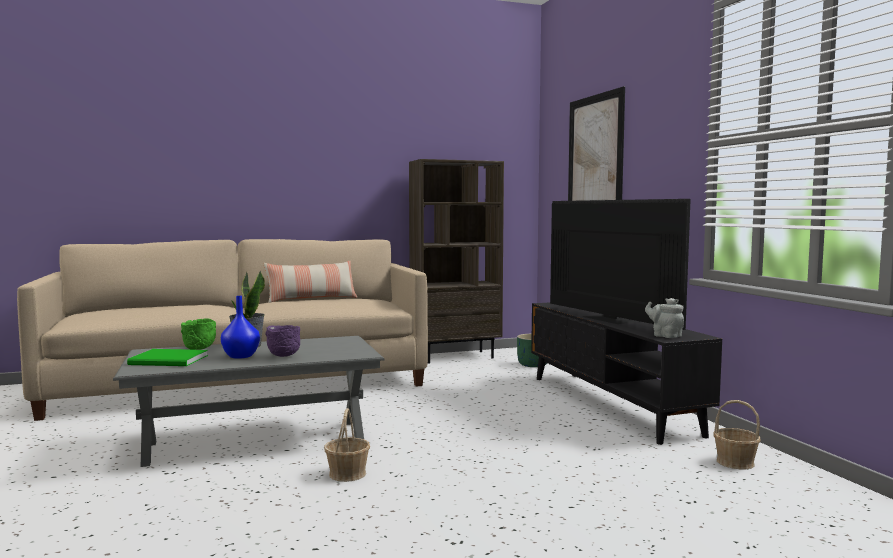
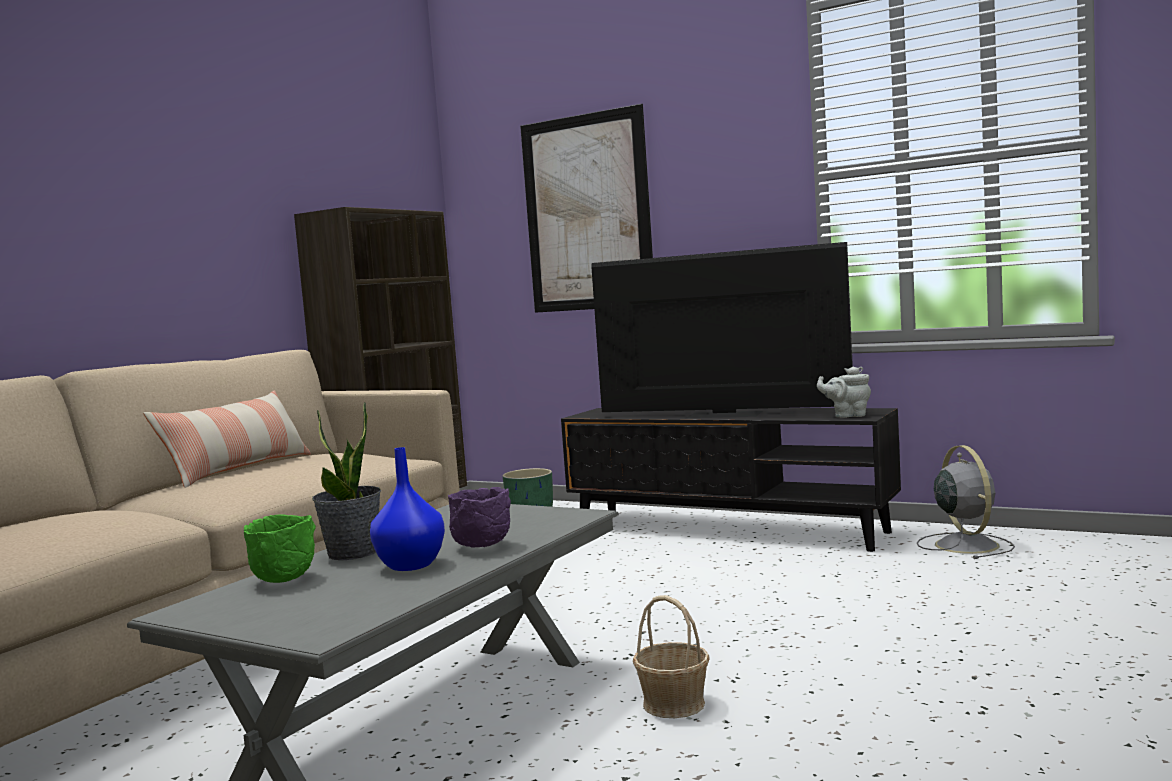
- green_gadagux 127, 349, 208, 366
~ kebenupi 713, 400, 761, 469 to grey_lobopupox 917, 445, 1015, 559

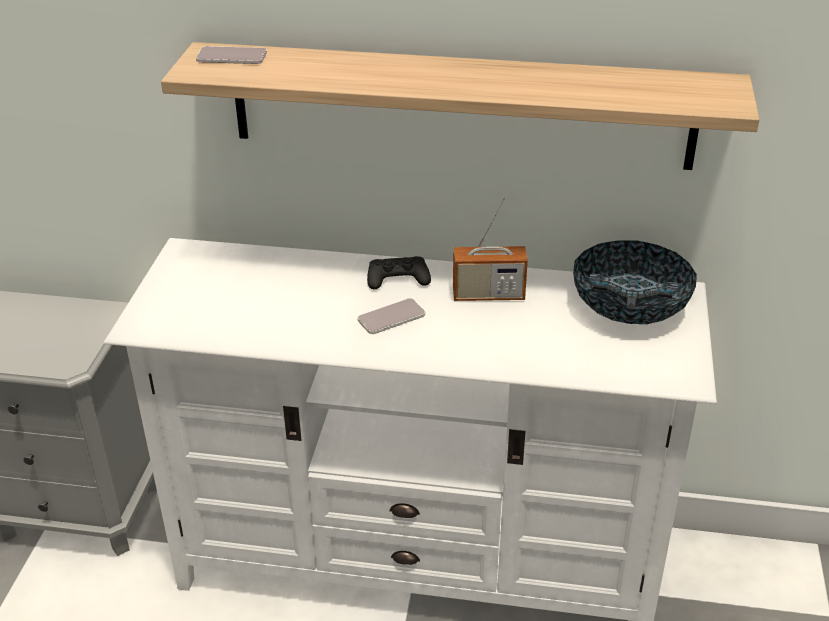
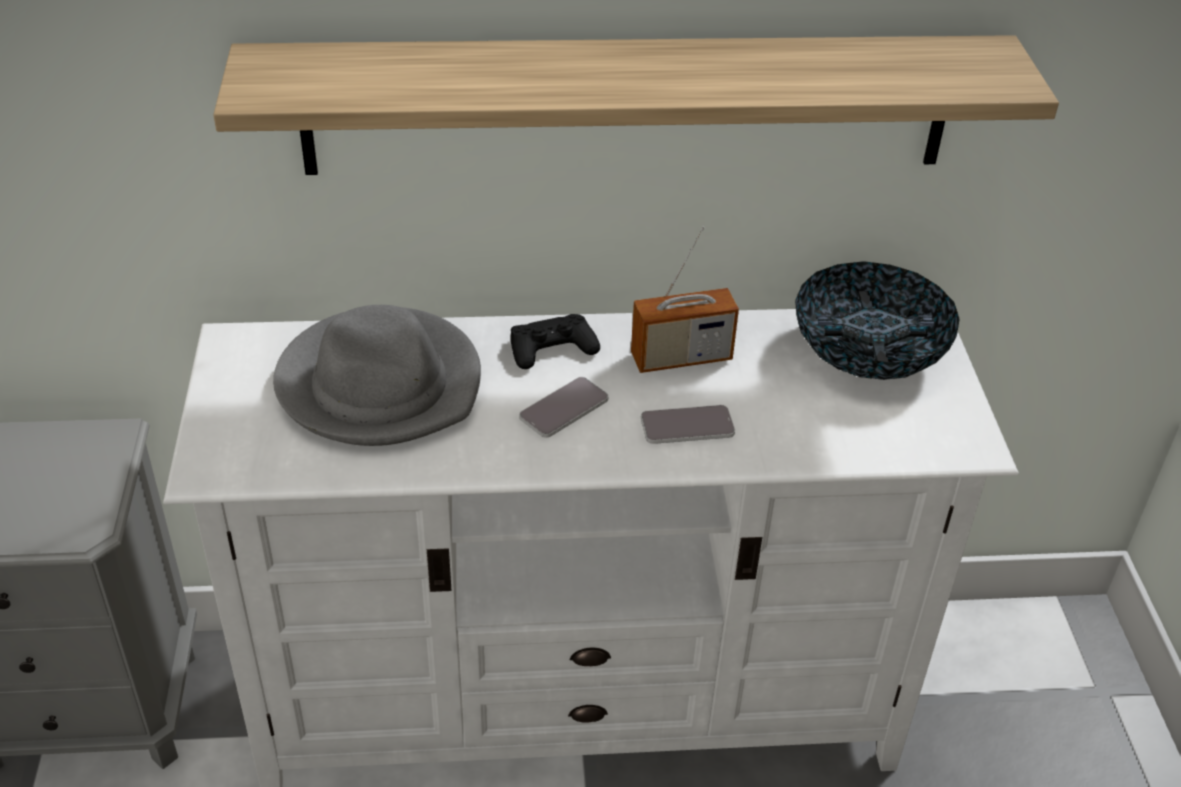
~ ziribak 196, 46, 267, 64 to 641, 405, 735, 444
+ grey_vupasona 273, 305, 481, 446

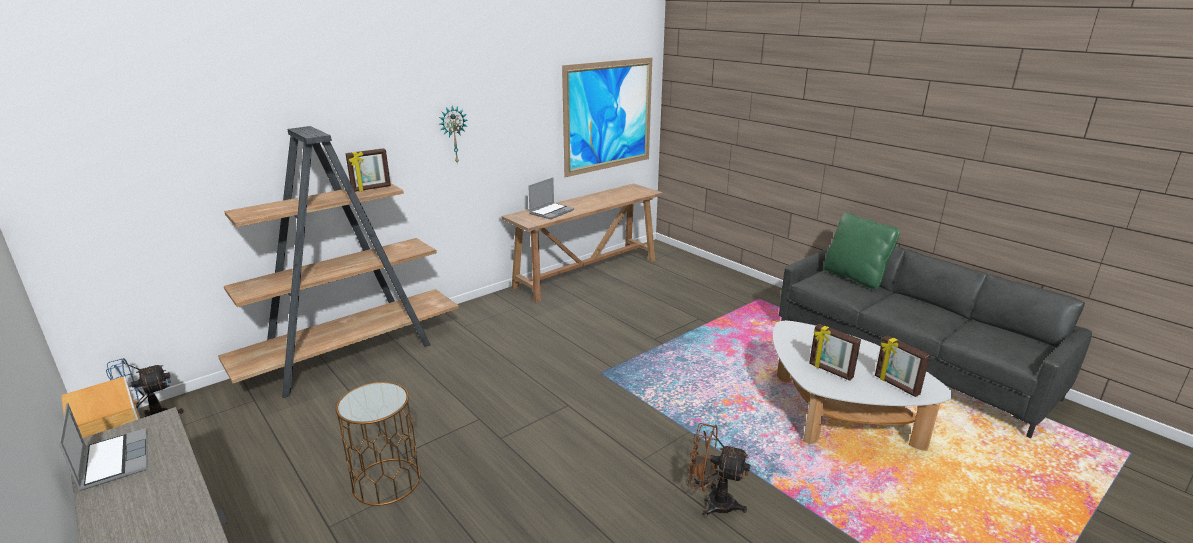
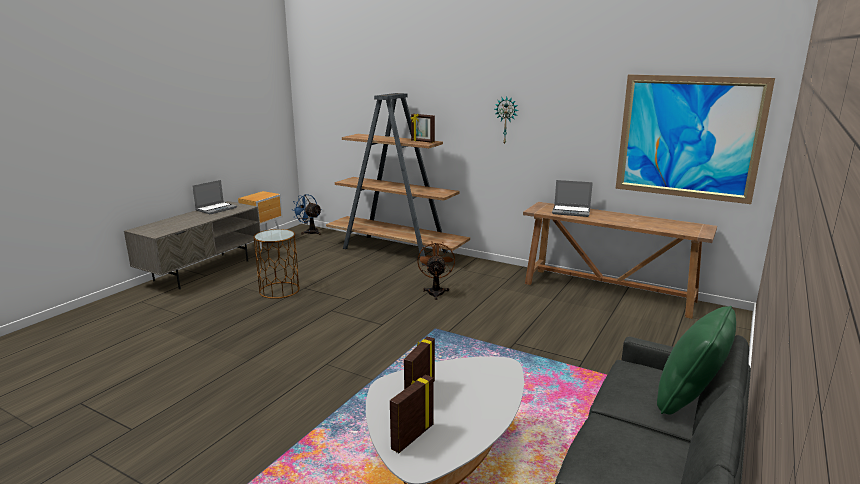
~ brown_lobopupox 687, 423, 750, 518 to 417, 243, 455, 300

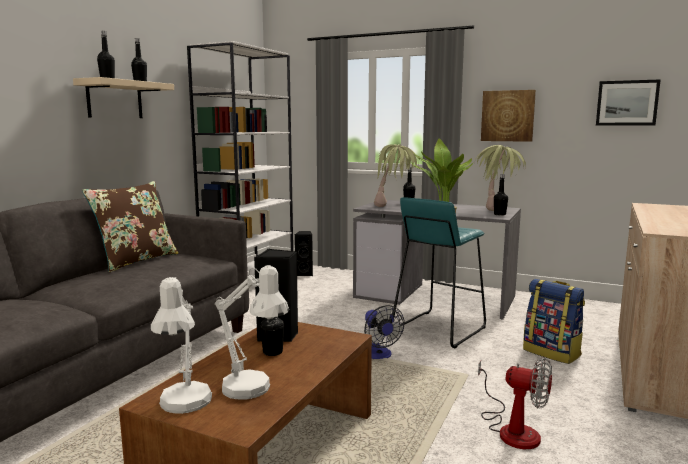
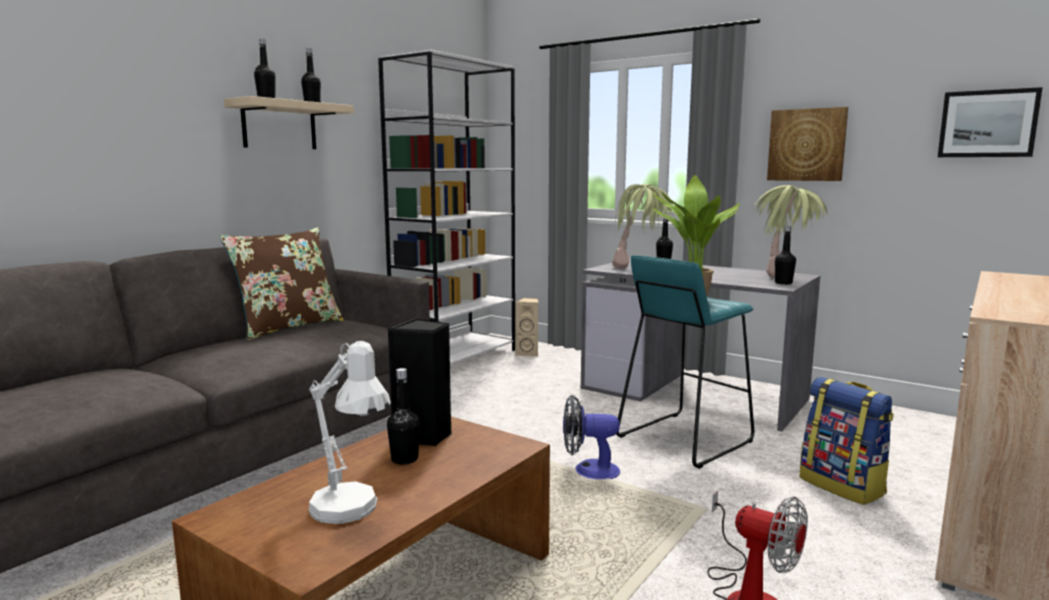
- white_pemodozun 151, 277, 212, 414
~ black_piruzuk 295, 231, 313, 276 to beige_piruzuk 515, 298, 538, 357
~ lobopupox 364, 305, 405, 359 = 563, 395, 620, 479 105 degrees clockwise

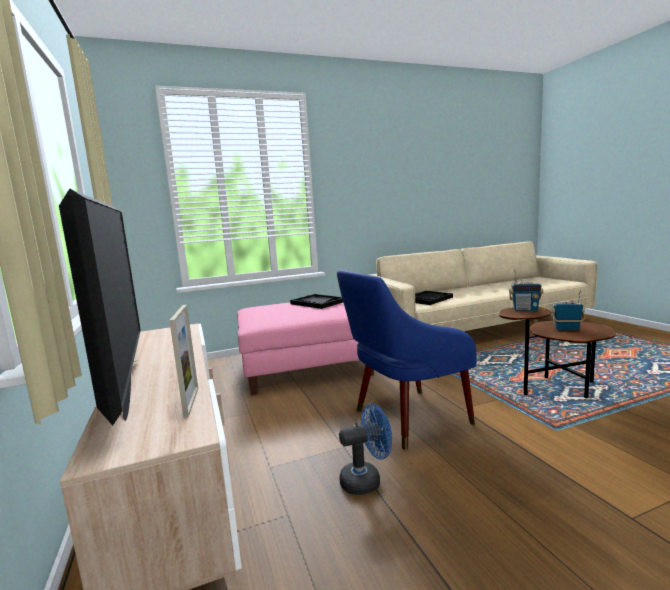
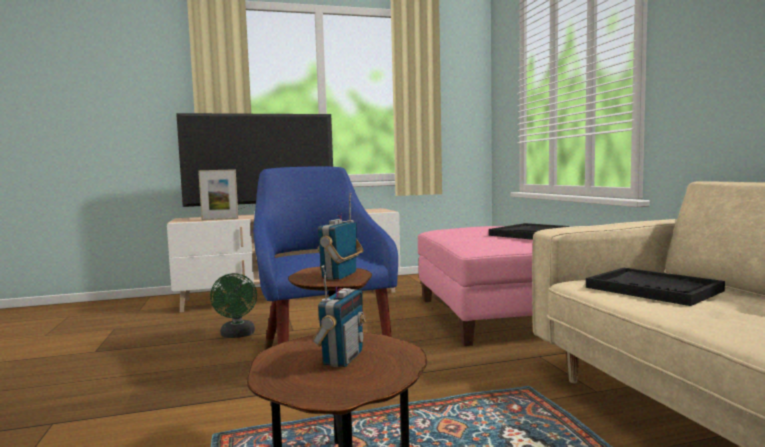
~ blue_lobopupox 339, 404, 392, 495 to green_lobopupox 210, 273, 257, 338

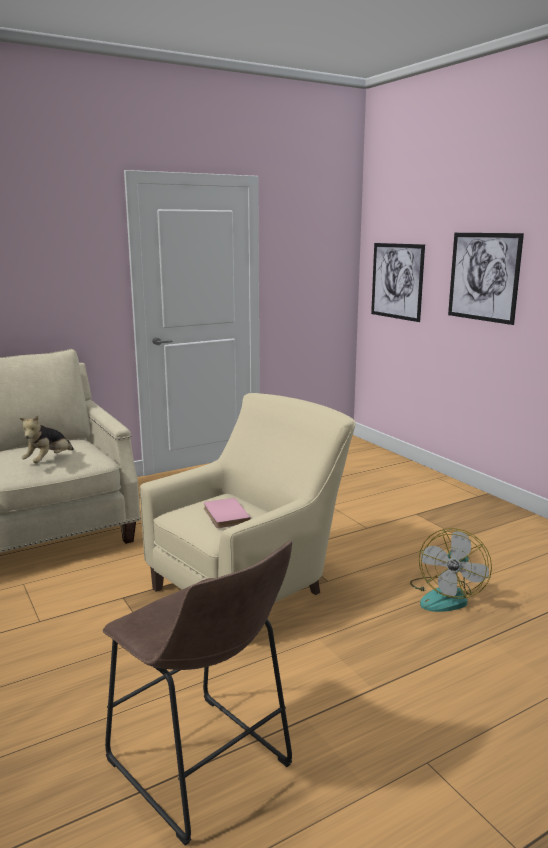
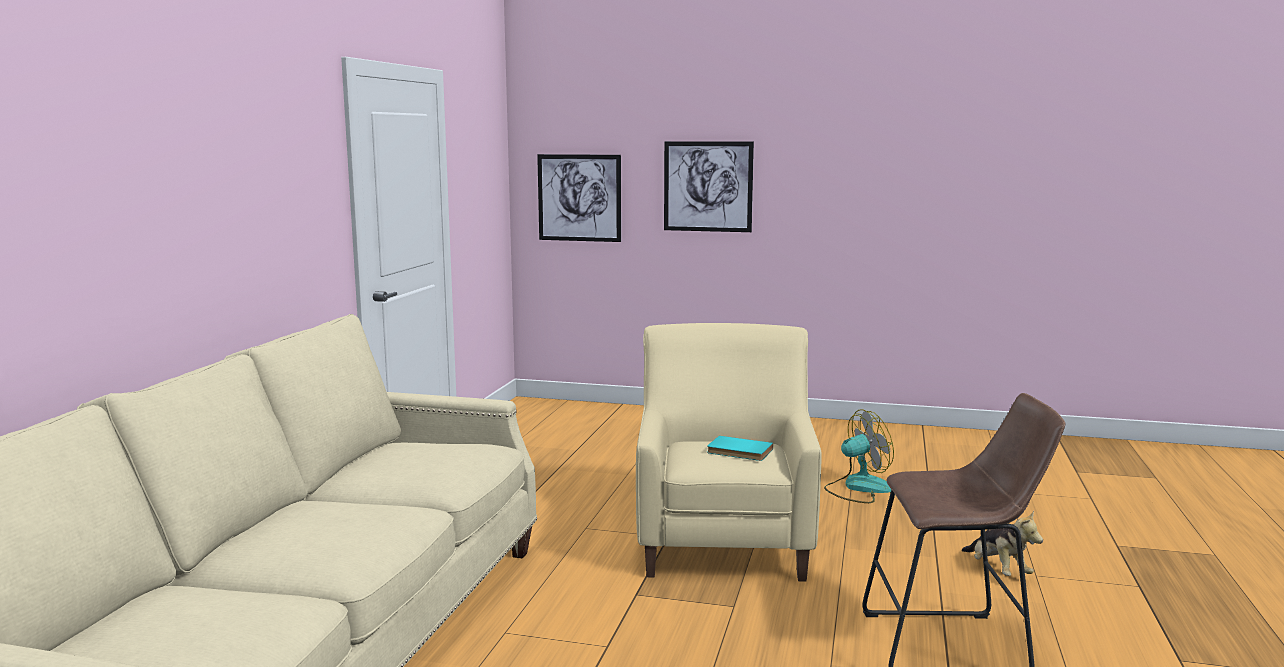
~ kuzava 19, 415, 74, 463 to 962, 510, 1043, 576
~ pink_gadagux 204, 498, 251, 528 to turquoise_gadagux 707, 436, 773, 461
~ lobopupox 410, 528, 492, 612 = 824, 410, 894, 503 90 degrees counterclockwise

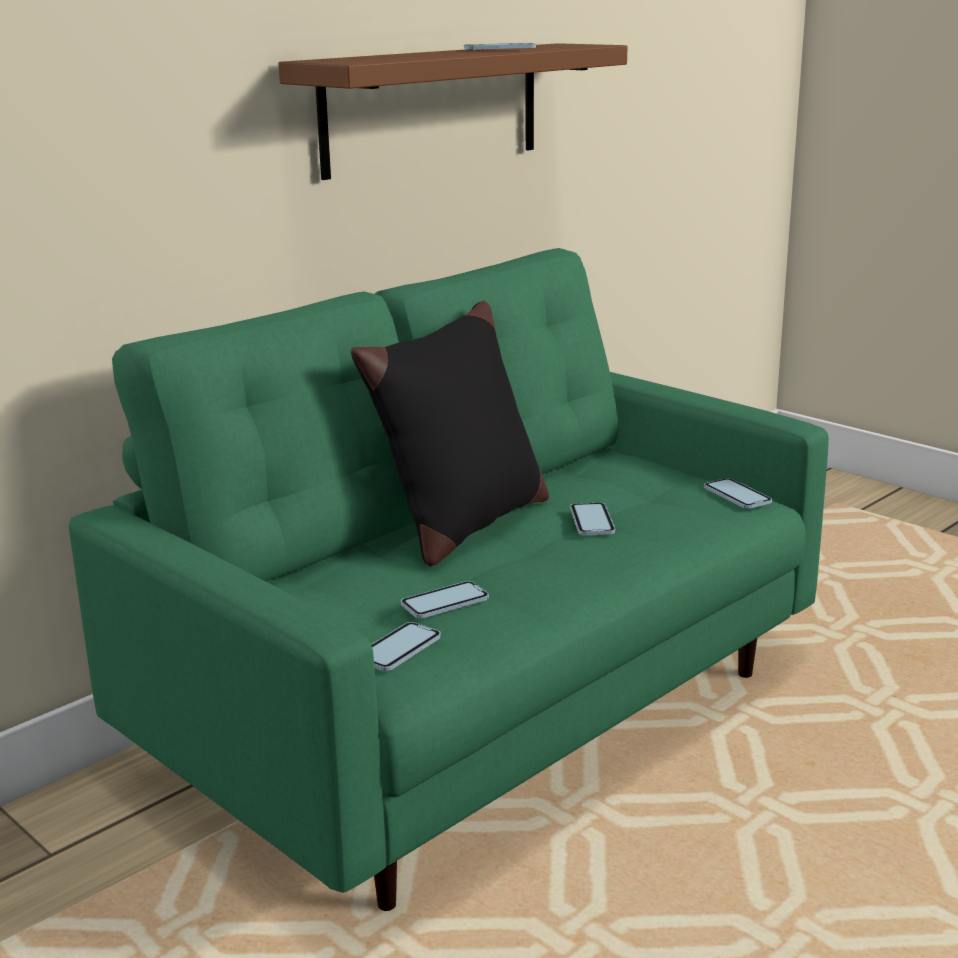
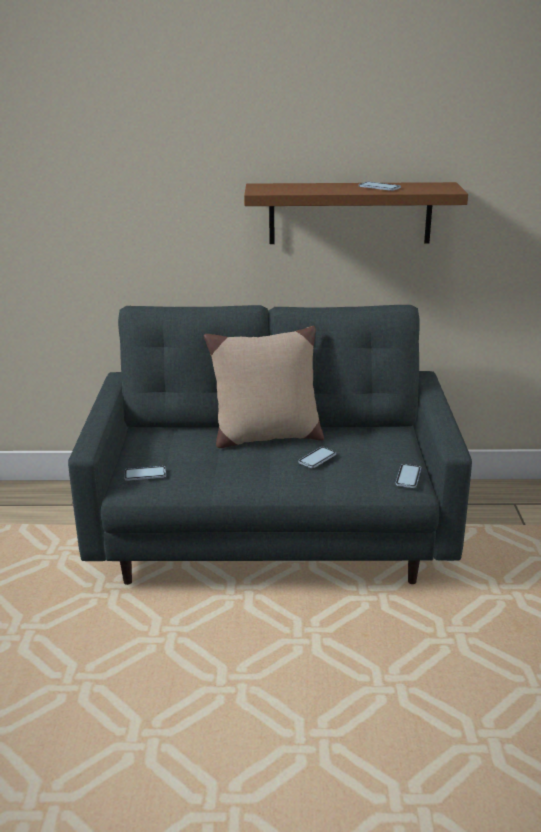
~ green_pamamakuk 69, 248, 829, 911 to grey_pamamakuk 68, 305, 472, 585
~ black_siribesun 351, 301, 549, 566 to beige_siribesun 204, 326, 324, 448
- ziribak 401, 581, 489, 619

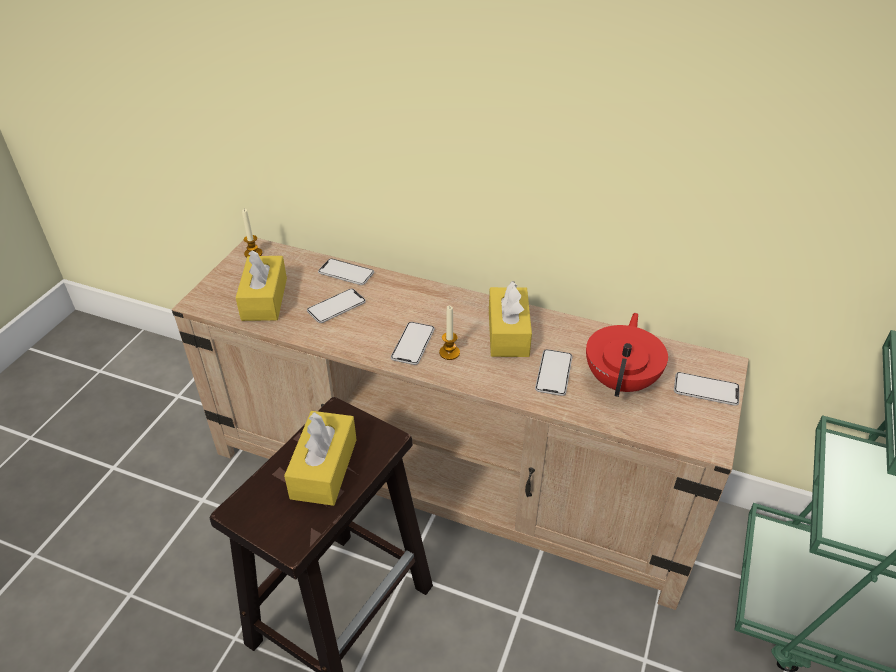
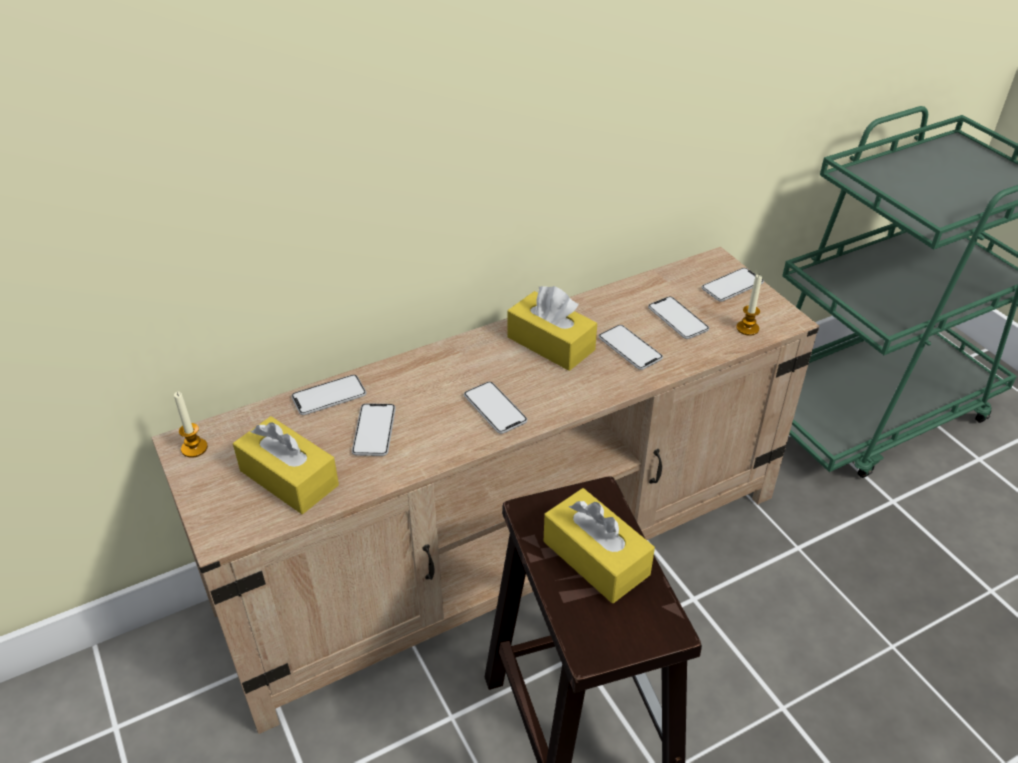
~ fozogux 439, 306, 460, 360 to 737, 275, 762, 336
~ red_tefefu 586, 313, 668, 397 to ziribak 648, 296, 709, 339

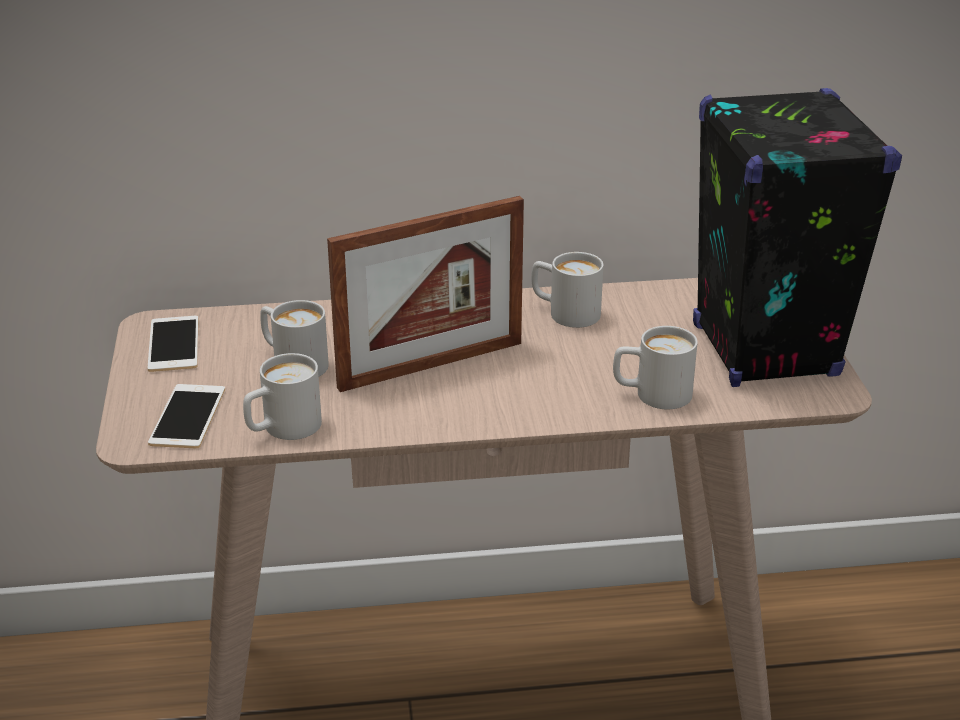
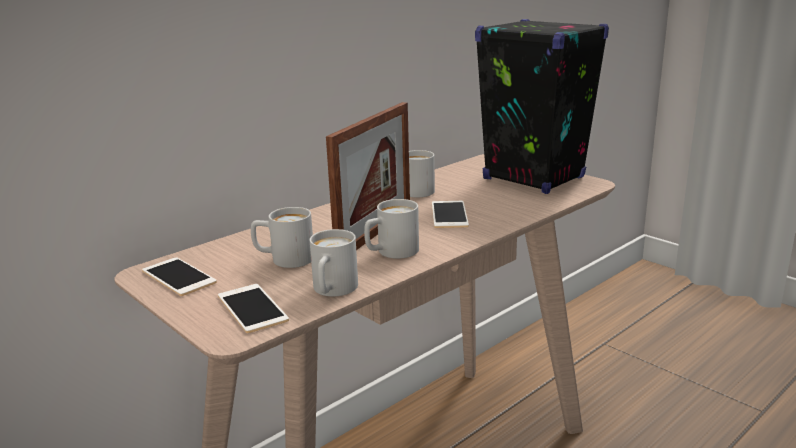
~ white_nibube 613, 326, 698, 409 to 364, 199, 419, 259
+ ziribak 432, 201, 469, 228

